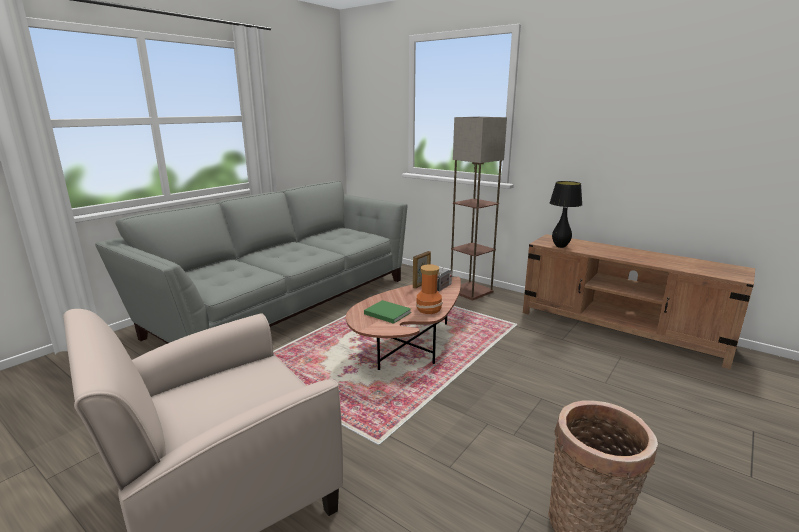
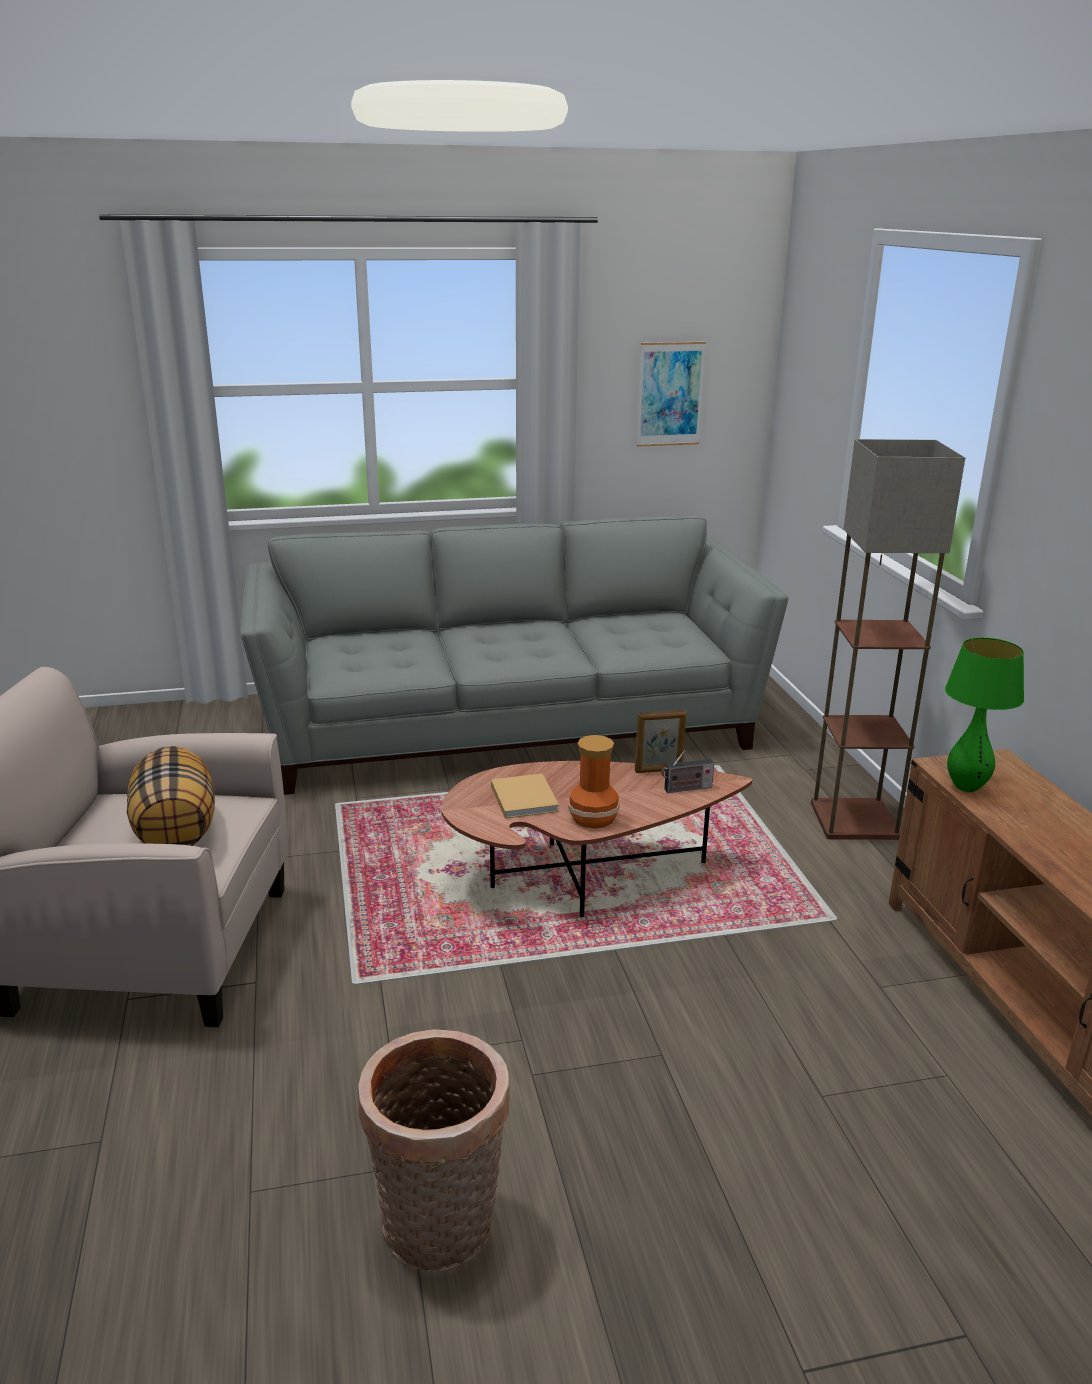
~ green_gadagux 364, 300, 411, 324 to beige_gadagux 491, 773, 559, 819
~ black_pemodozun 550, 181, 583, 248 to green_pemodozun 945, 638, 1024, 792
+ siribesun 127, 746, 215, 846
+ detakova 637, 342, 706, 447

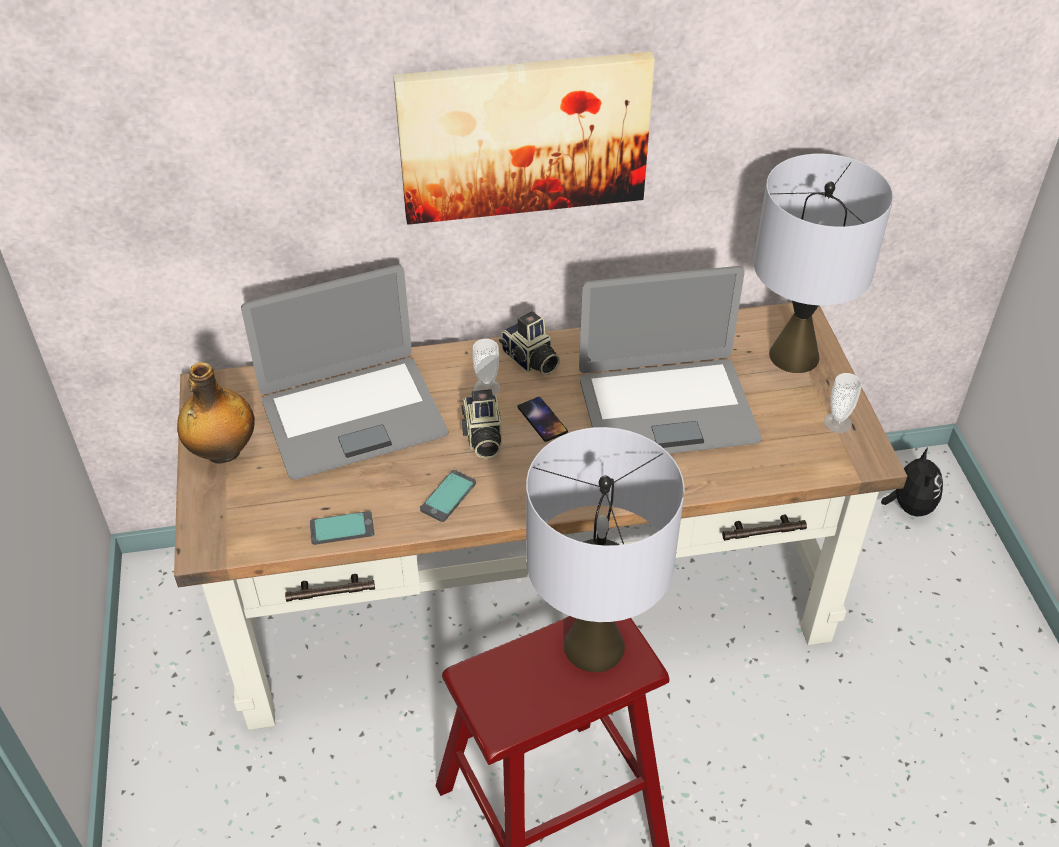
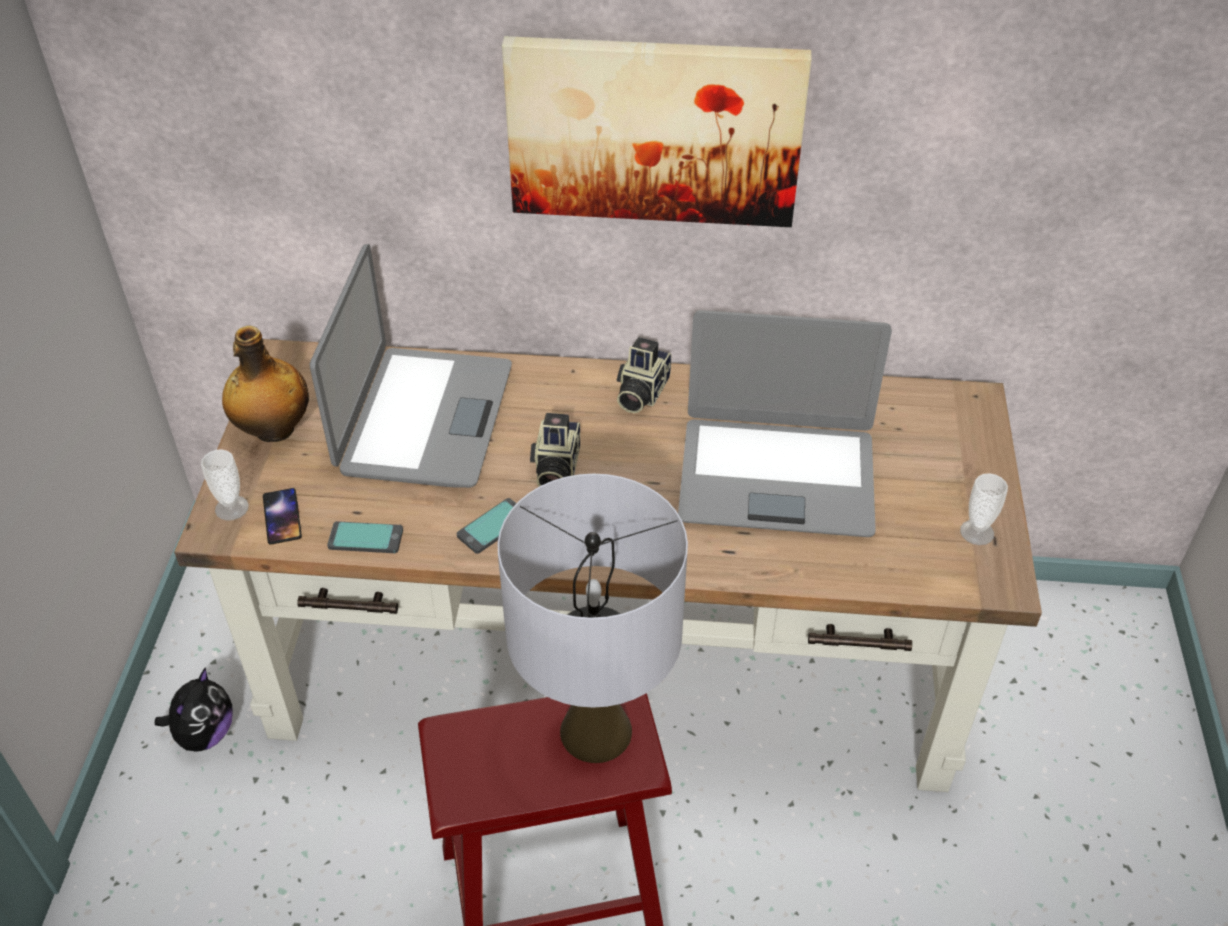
~ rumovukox 241, 265, 448, 480 = 310, 244, 512, 488 75 degrees counterclockwise
~ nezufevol 473, 339, 500, 395 to 201, 449, 249, 521
~ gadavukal 499, 311, 560, 375 = 617, 337, 671, 413 45 degrees clockwise
~ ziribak 517, 397, 568, 442 to 263, 488, 302, 545
- grey_pemodozun 754, 154, 893, 373
~ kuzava 881, 448, 943, 517 to 155, 667, 233, 752

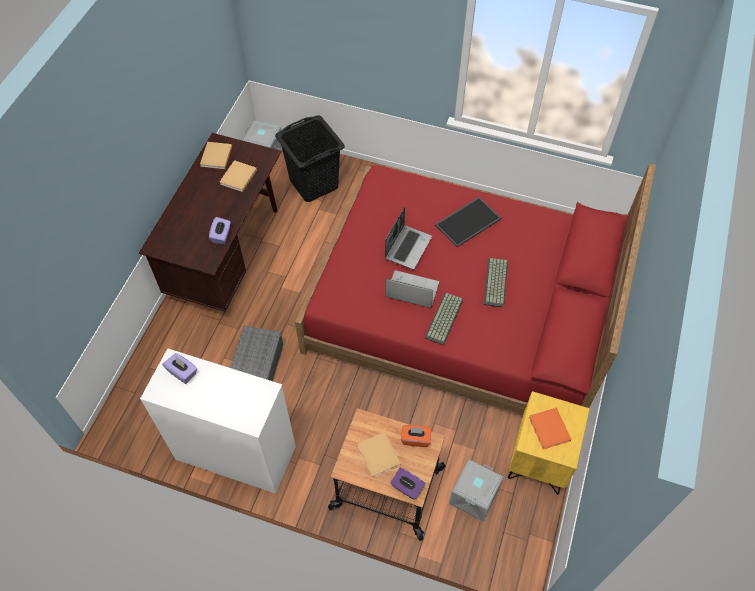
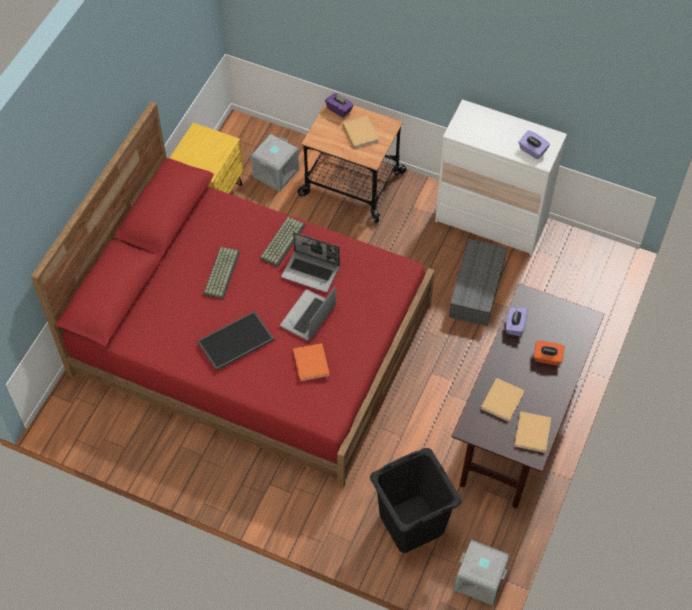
~ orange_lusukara 401, 425, 431, 447 to 534, 341, 565, 365
~ orange_gadagux 529, 408, 572, 449 to 293, 343, 330, 382

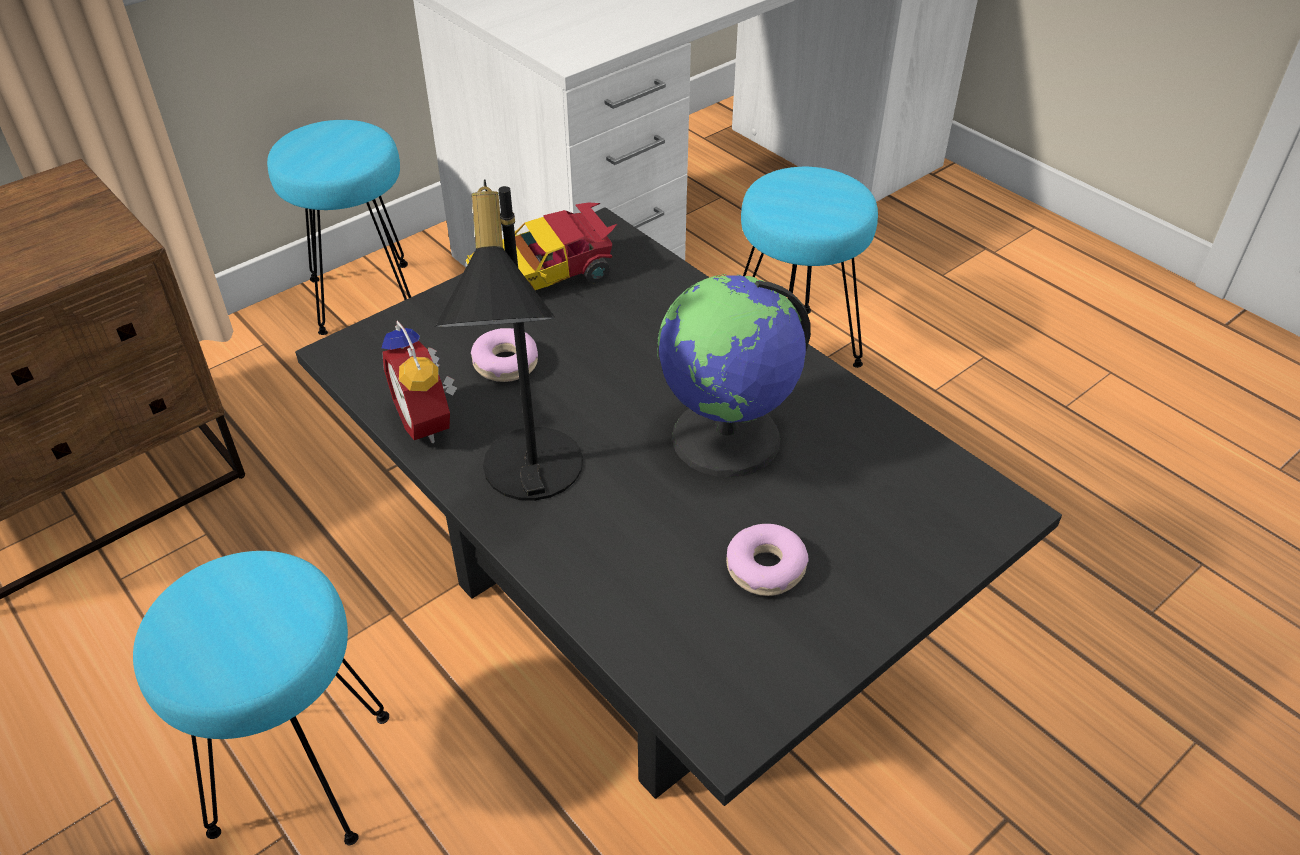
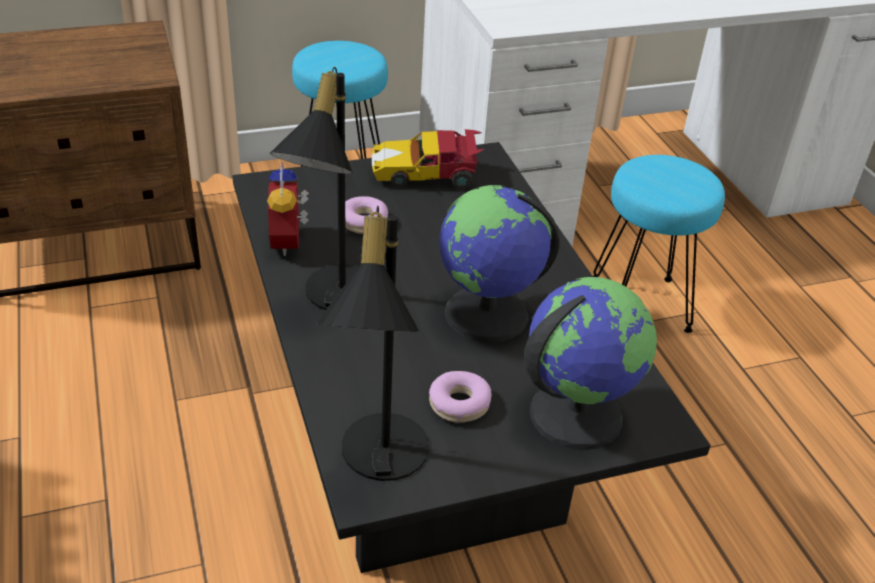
- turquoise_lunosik 133, 551, 389, 845
+ black_pemodozun 316, 206, 429, 481
+ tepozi 524, 277, 657, 450

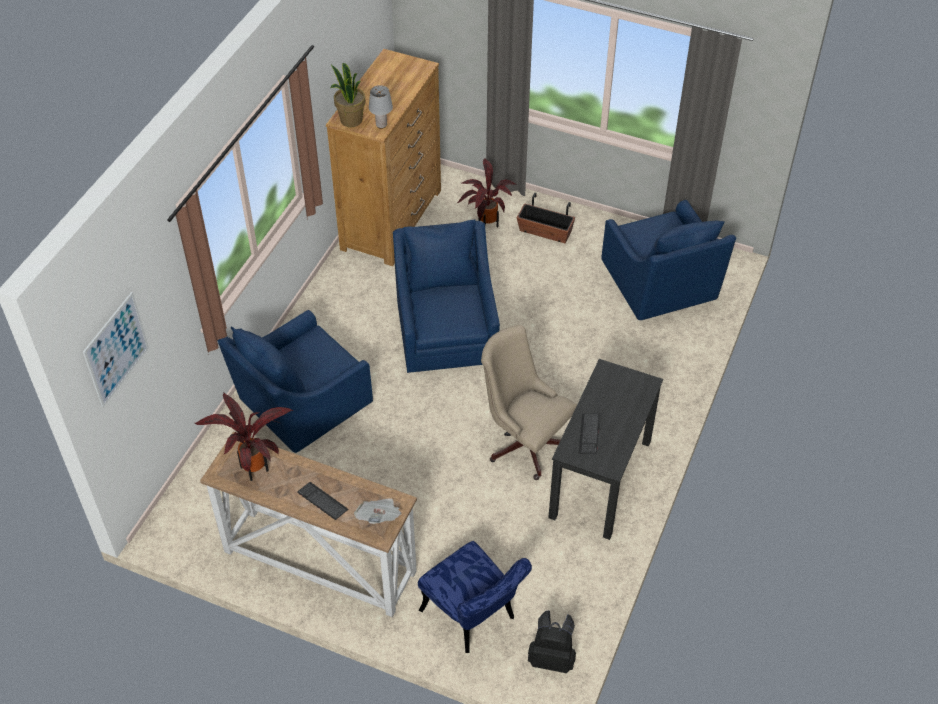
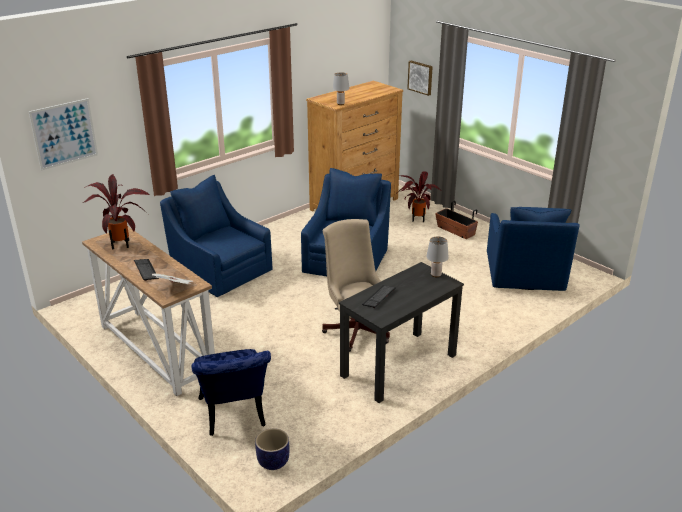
~ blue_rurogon 217, 310, 373, 453 = 160, 175, 272, 297 60 degrees clockwise
- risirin 330, 63, 366, 127
~ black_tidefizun 528, 611, 576, 673 to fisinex 255, 428, 289, 470
+ detakova 407, 60, 433, 96
+ grey_pemodozun 426, 237, 449, 277

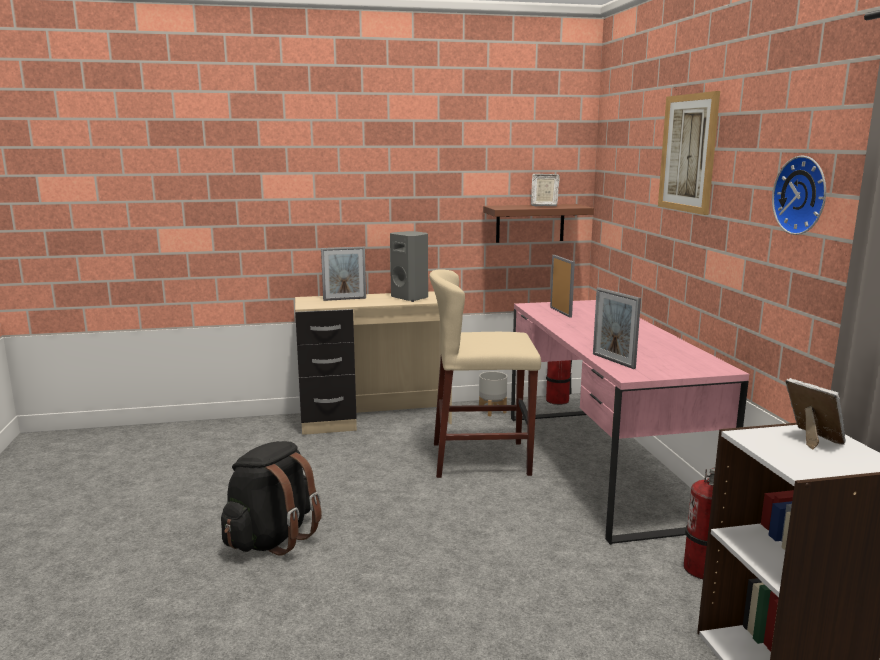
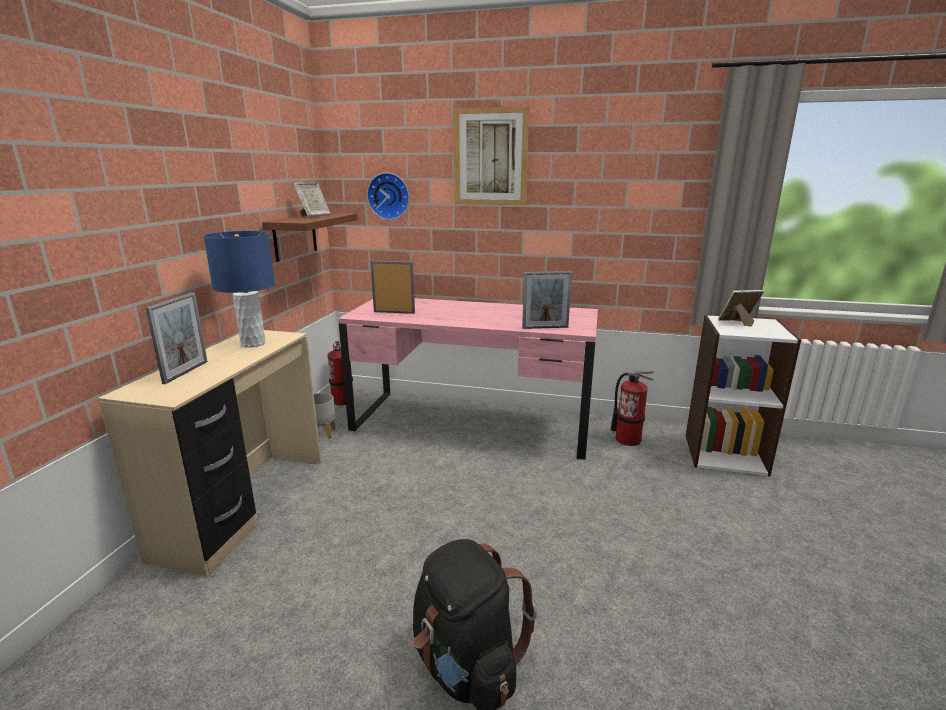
~ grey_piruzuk 390, 231, 428, 302 to blue_pemodozun 203, 231, 275, 348
- beige_lunosik 429, 269, 541, 478
~ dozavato 772, 156, 826, 235 to 367, 173, 409, 220

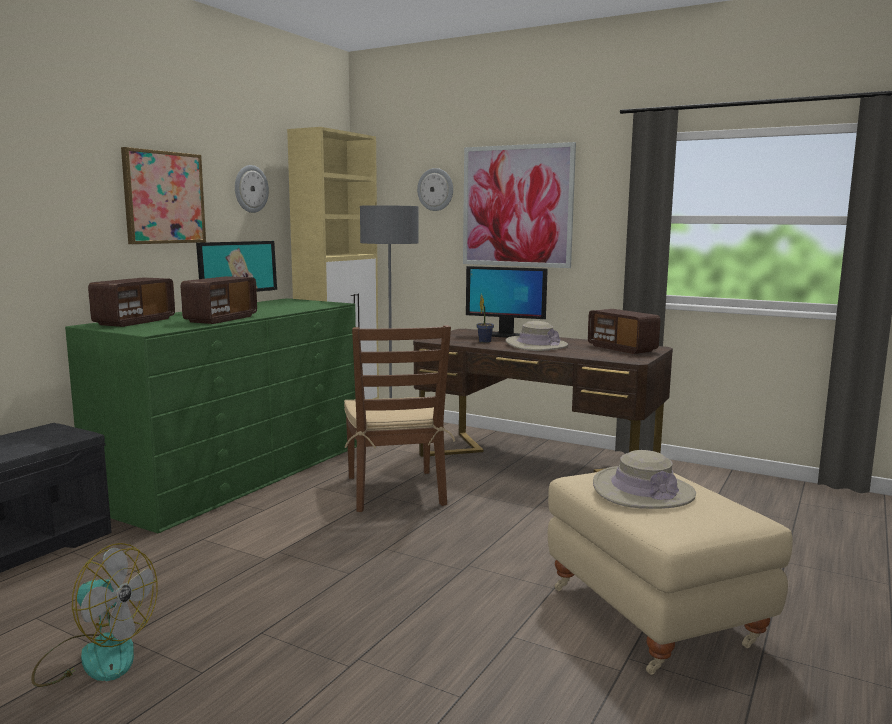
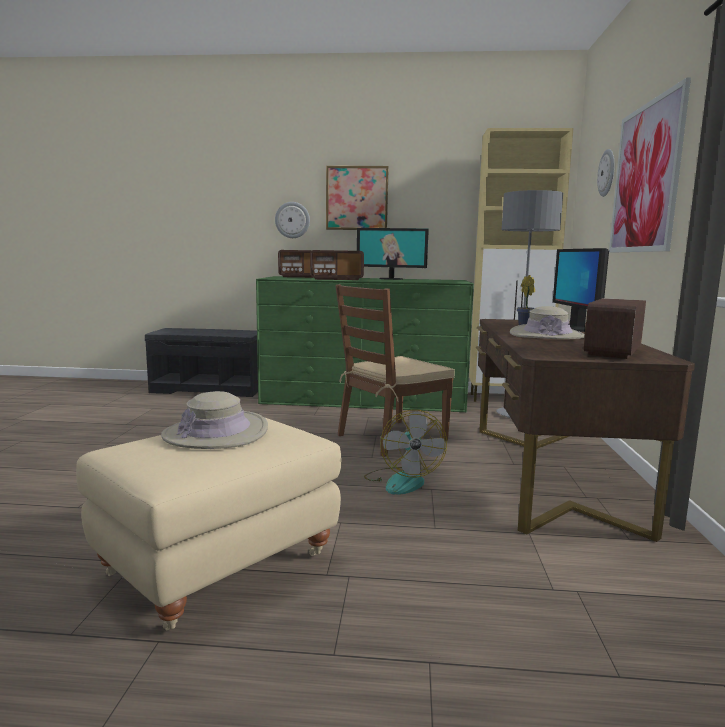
~ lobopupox 31, 543, 158, 687 to 364, 410, 447, 495
~ dozavato 235, 165, 269, 213 to 275, 202, 310, 238

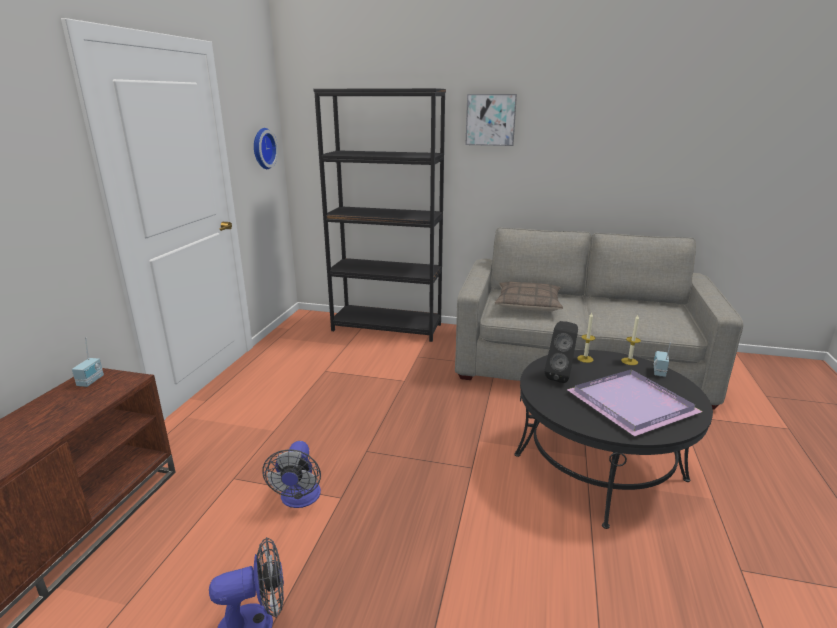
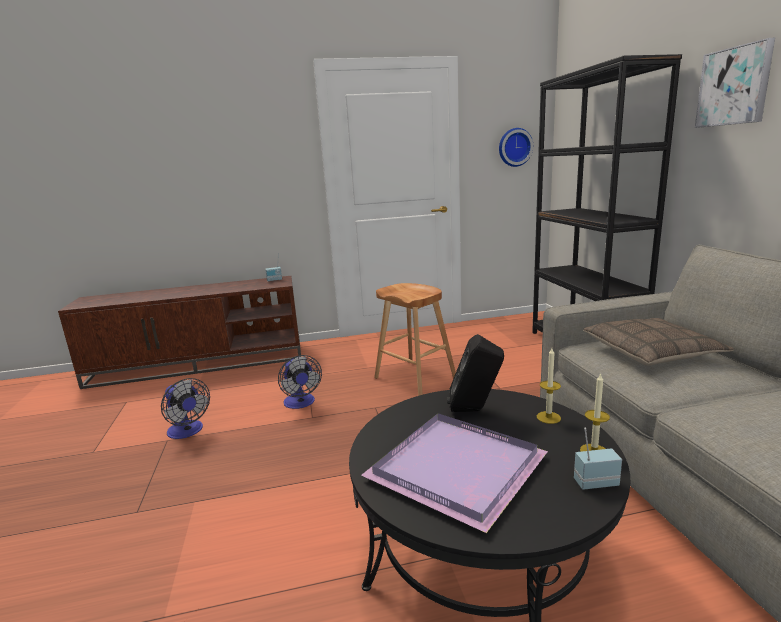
~ lobopupox 262, 441, 321, 508 = 278, 355, 322, 409 90 degrees counterclockwise
+ brown_lunosik 374, 283, 456, 396

